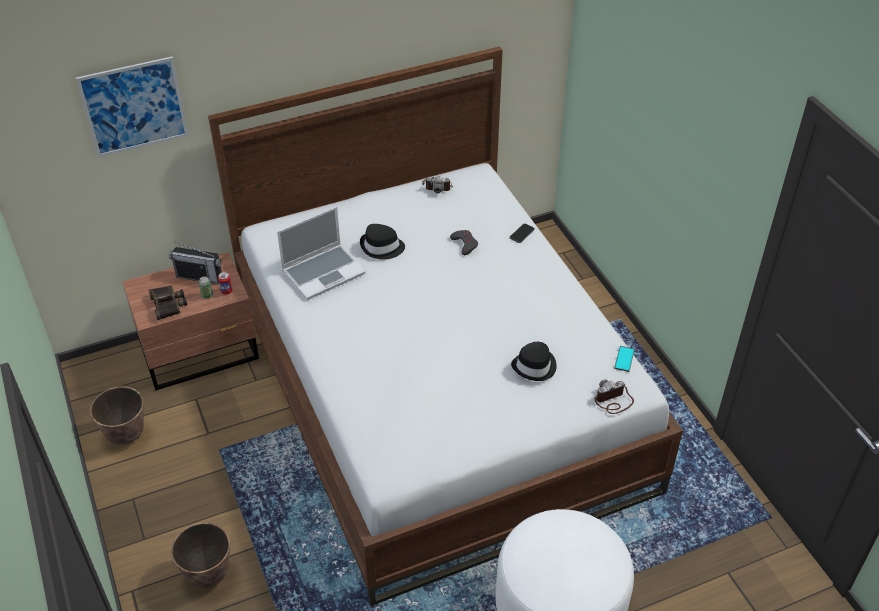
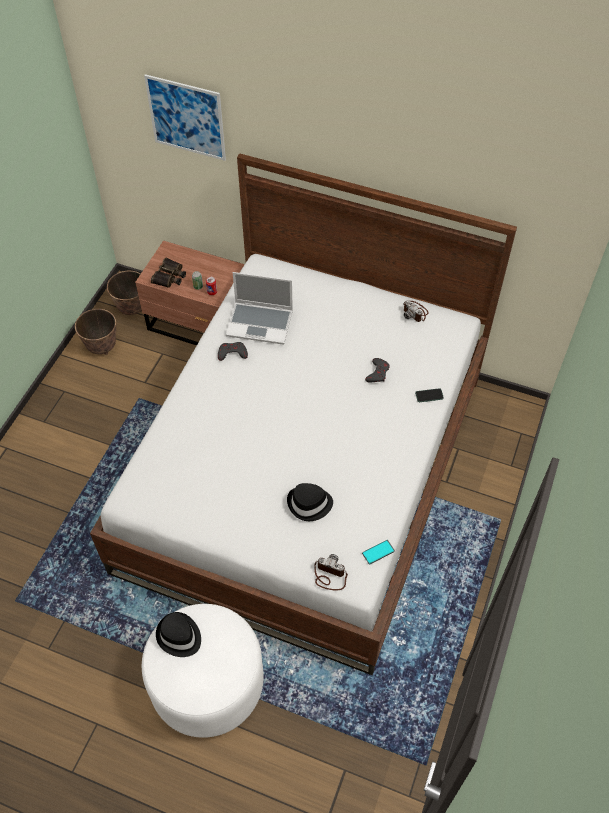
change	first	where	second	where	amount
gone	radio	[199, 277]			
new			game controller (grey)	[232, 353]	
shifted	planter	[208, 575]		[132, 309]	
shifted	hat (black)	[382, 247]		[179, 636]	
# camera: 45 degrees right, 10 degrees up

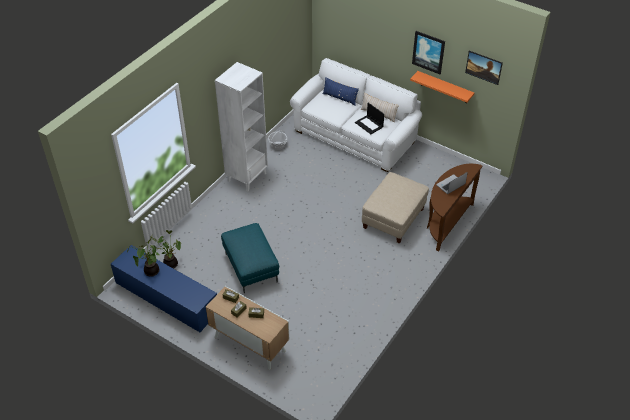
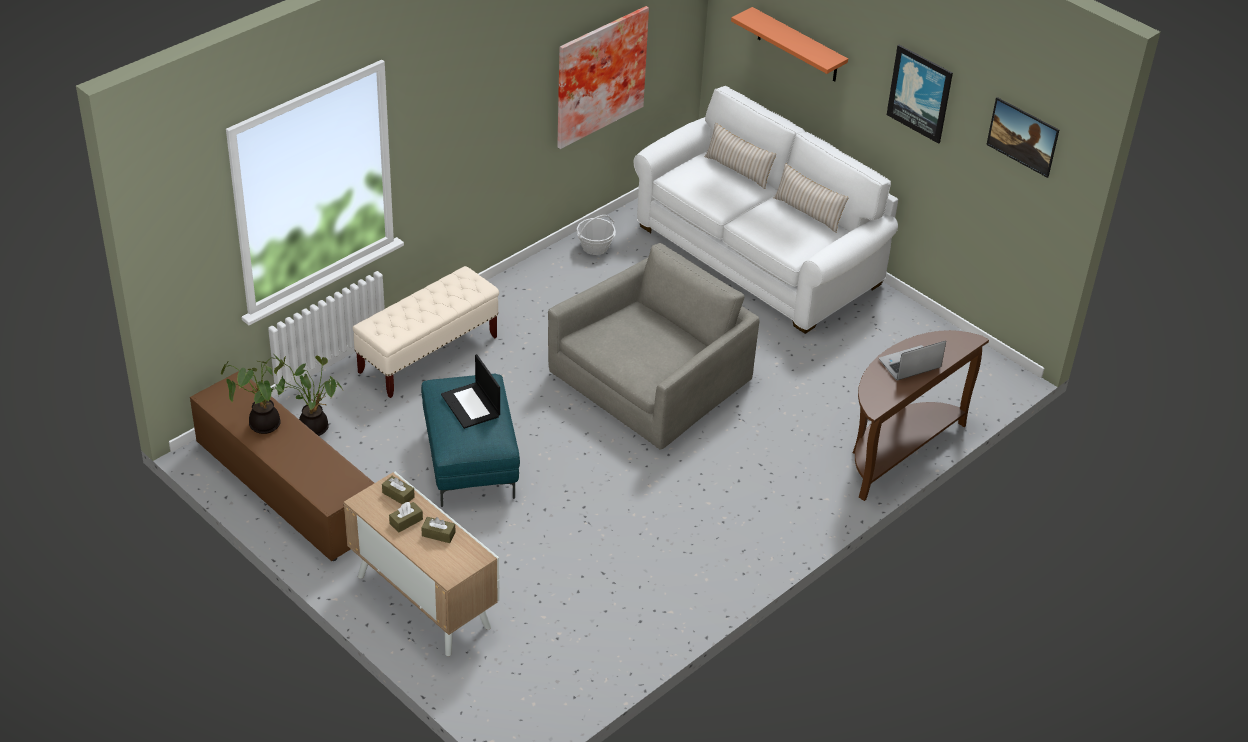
change	first	where	second	where	amount
gone	bookcase (white)	[247, 177]			
gone	ottoman (beige)	[393, 219]			
new			bench (beige)	[428, 355]	
new			armchair (grey)	[652, 380]	
new			picture	[598, 75]	
shifted	laptop	[369, 125]		[471, 406]	
shifted	shelf (orange)	[444, 87]		[798, 46]	
repainted	tv stand (blue)	[166, 298]	tv stand (brown)	[285, 487]	
repainted	pillow (blue)	[340, 98]	pillow (beige)	[738, 170]	
# camera: 10 degrees right, 5 degrees down

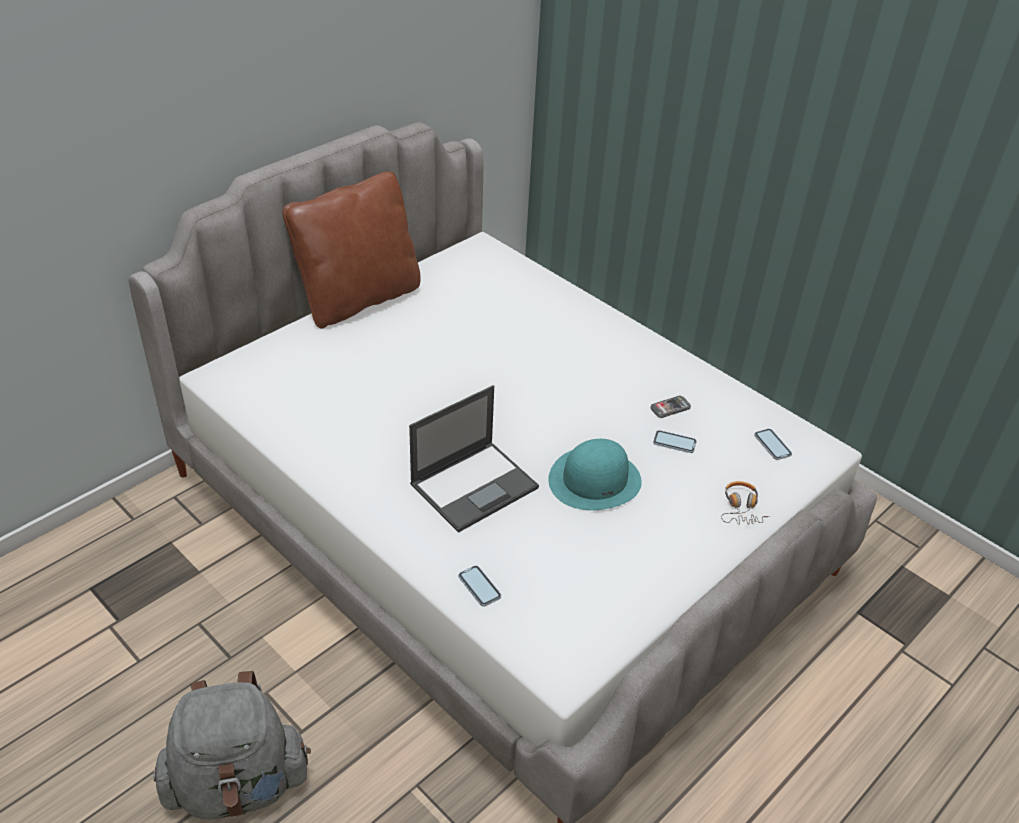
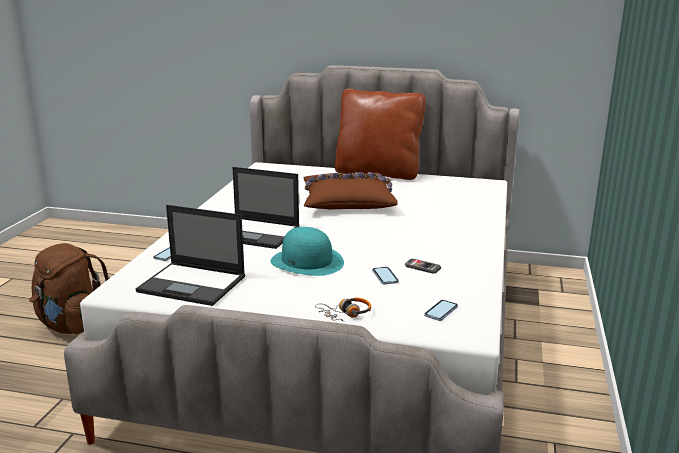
change	first	where	second	where	amount
new			laptop	[193, 284]	
new			pillow (brown)	[347, 201]	
repainted	backpack (grey)	[238, 785]	backpack (brown)	[71, 325]	
# camera: 60 degrees right, 20 degrees down

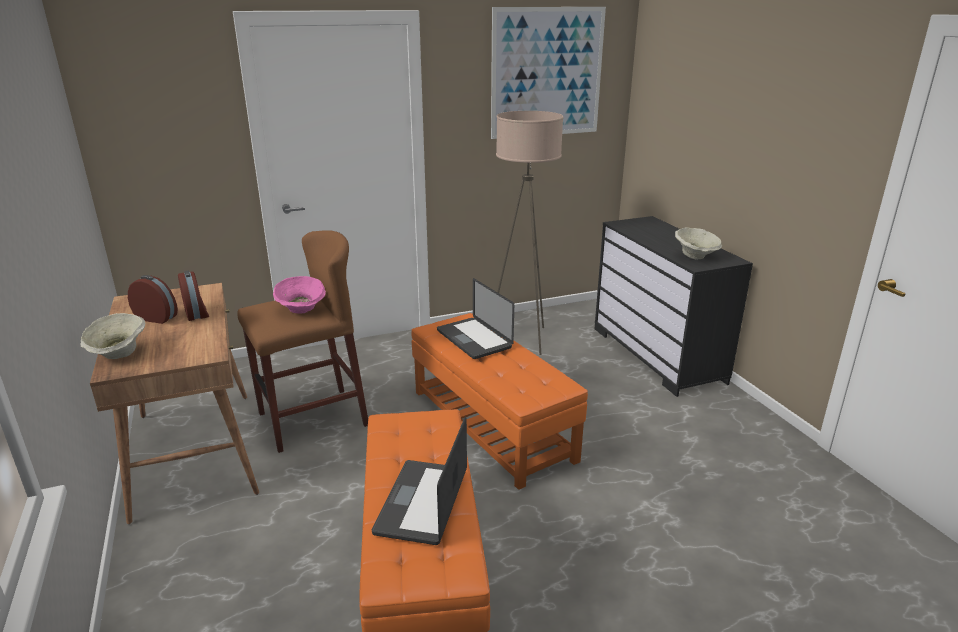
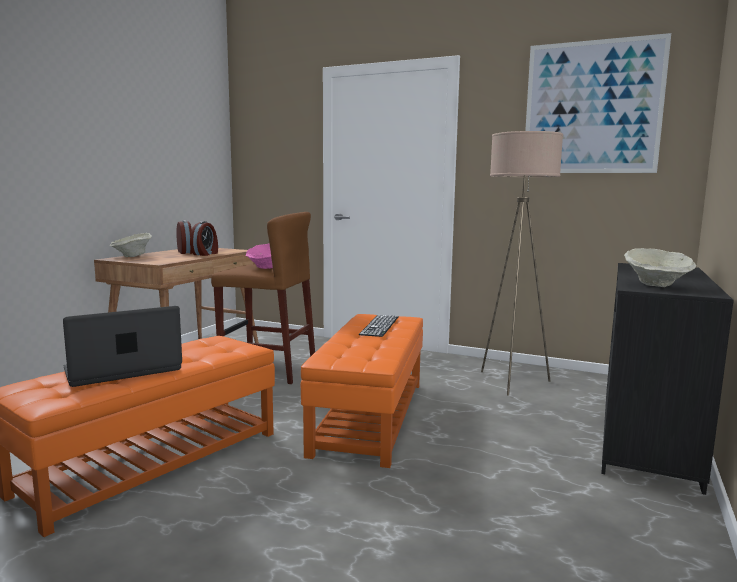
change	first	where	second	where	amount
swapped	laptop	[474, 339]	keyboard	[380, 325]	
# camera: 45 degrees right, 15 degrees down

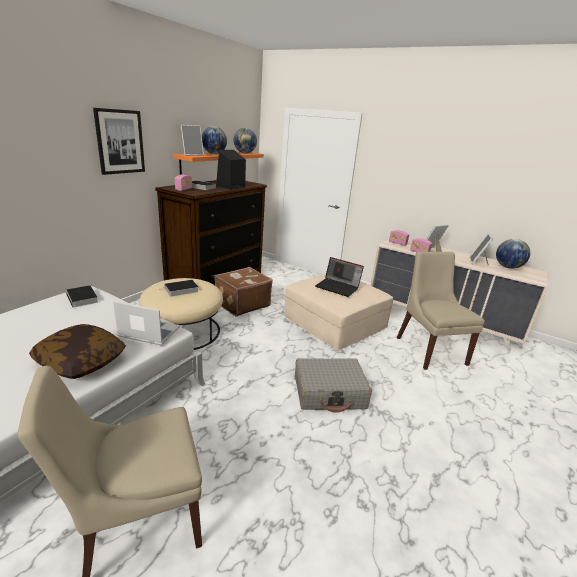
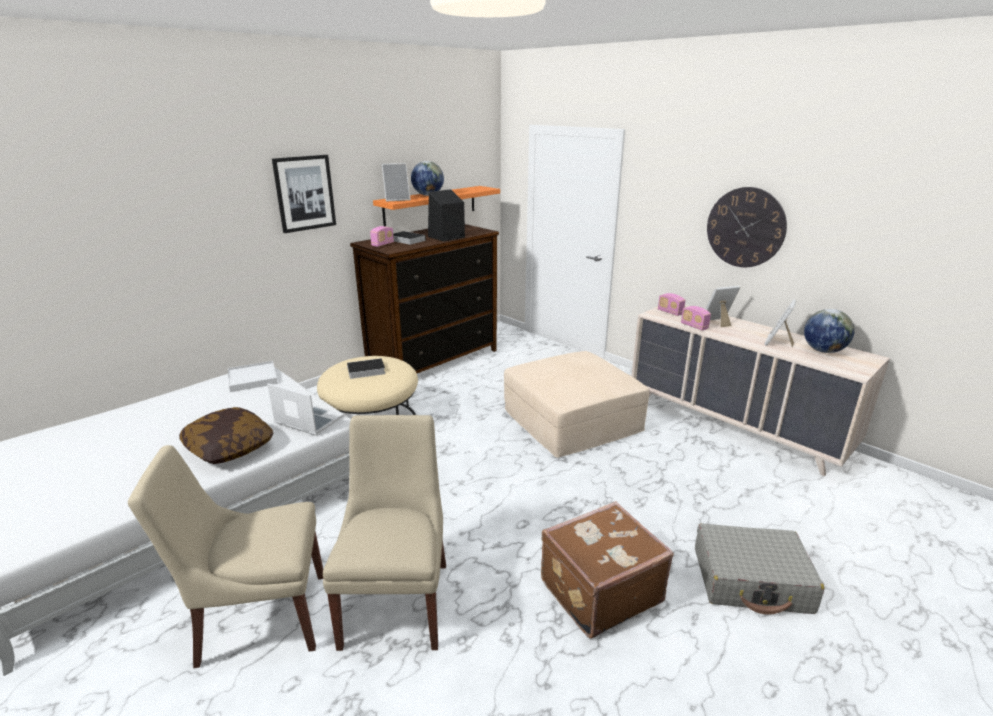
change	first	where	second	where	amount
gone	globe	[245, 153]			
gone	laptop	[338, 287]			
new			wall clock	[745, 227]	
shifted	suitcase (brown)	[241, 304]		[598, 590]	
shifted	suitcase (grey)	[329, 392]		[751, 580]	
shifted	chair (beige)	[429, 349]		[396, 600]	
swapped	book	[82, 299]	tray (white)	[253, 378]	
# camera: 15 degrees right, 0 degrees up

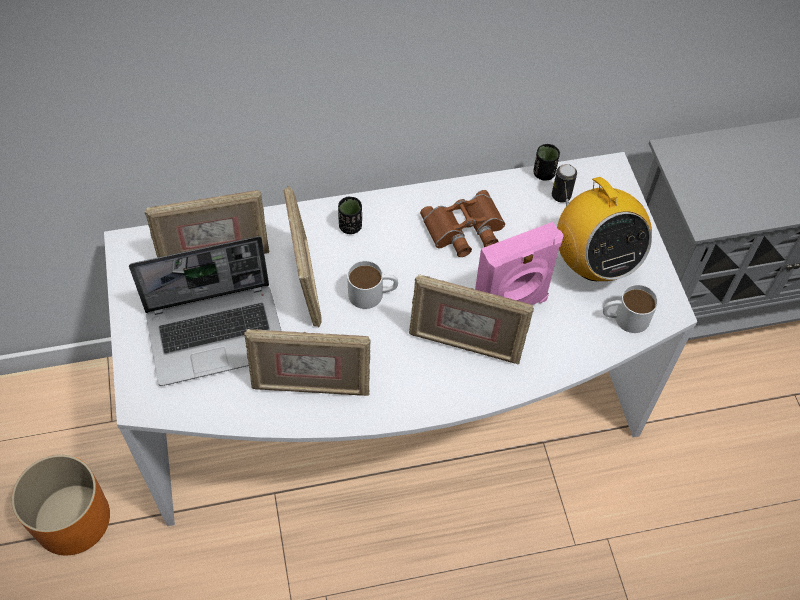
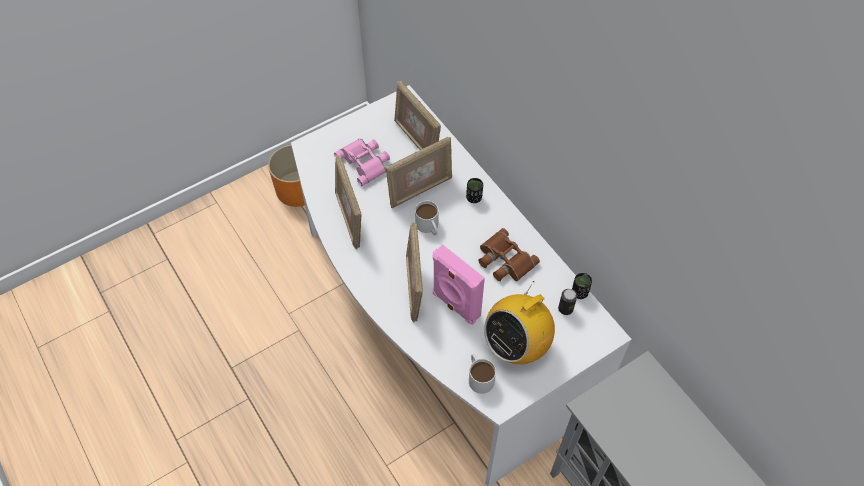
change	first	where	second	where	amount
swapped	laptop	[217, 333]	binoculars (pink)	[365, 162]	
# camera: 70 degrees right, 0 degrees up

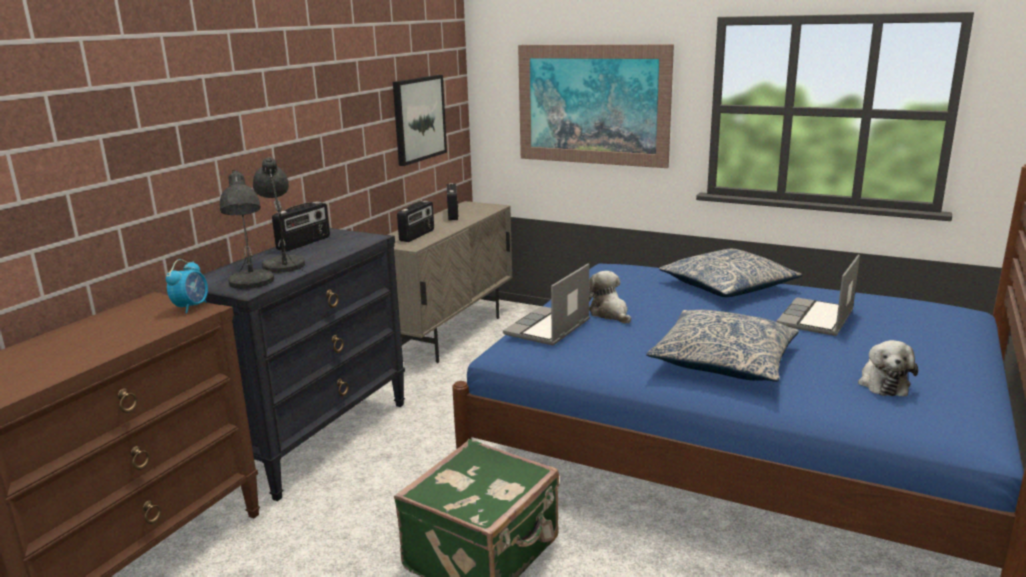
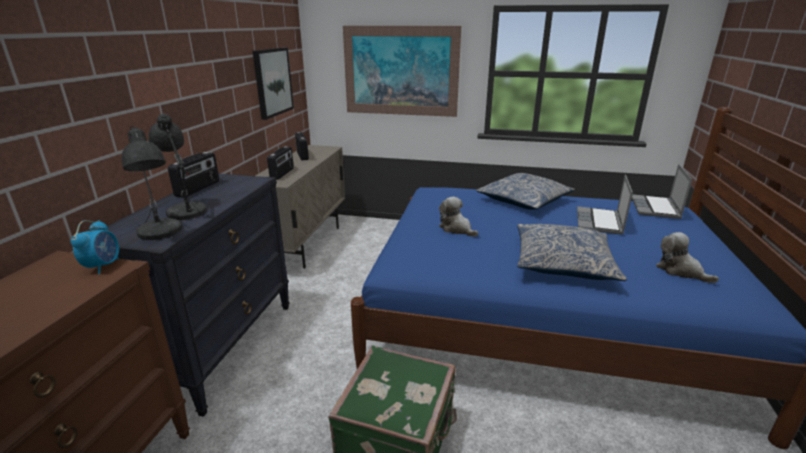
change	first	where	second	where	amount
shifted	laptop	[548, 328]		[655, 208]	
rotated	plush toy	[882, 383]		[680, 271]	150 degrees clockwise
# camera: 15 degrees left, 5 degrees up

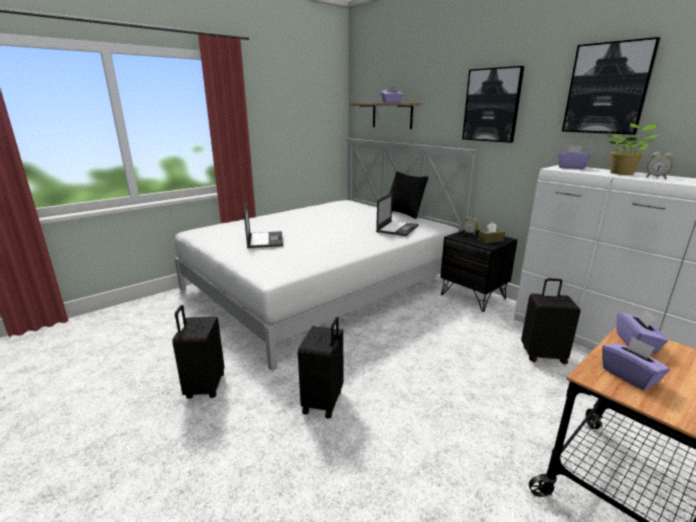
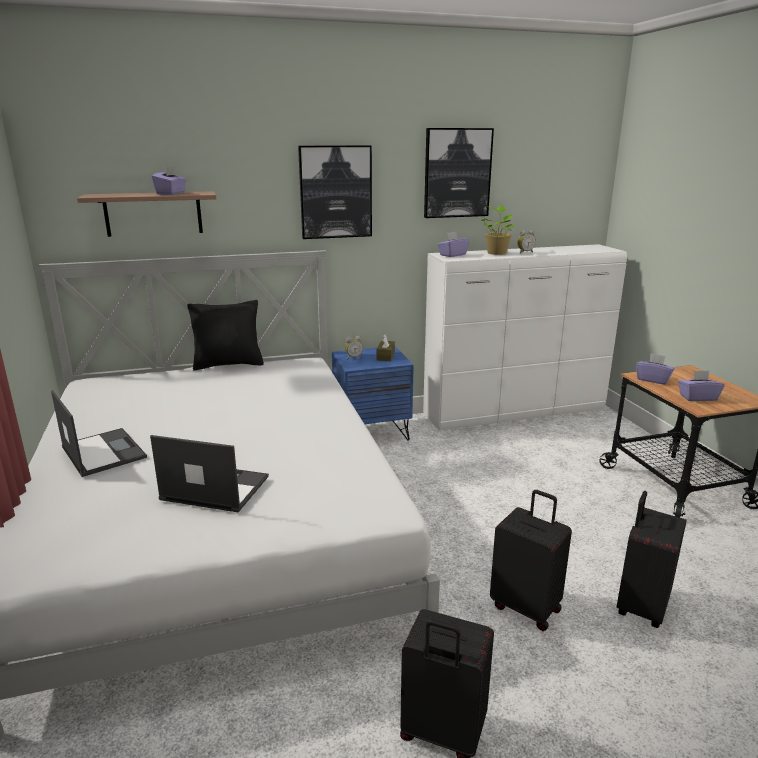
change	first	where	second	where	amount
shifted	laptop	[397, 228]		[103, 452]	
shifted	suitcase (black)	[543, 355]		[640, 606]	
repainted	nightstand (black)	[473, 296]	nightstand (blue)	[371, 432]	
# camera: 65 degrees left, 0 degrees up

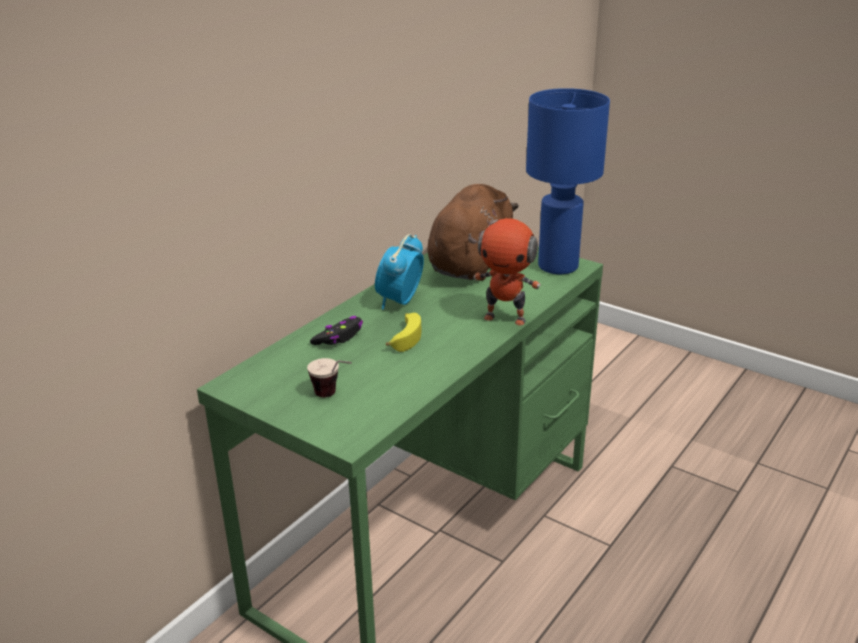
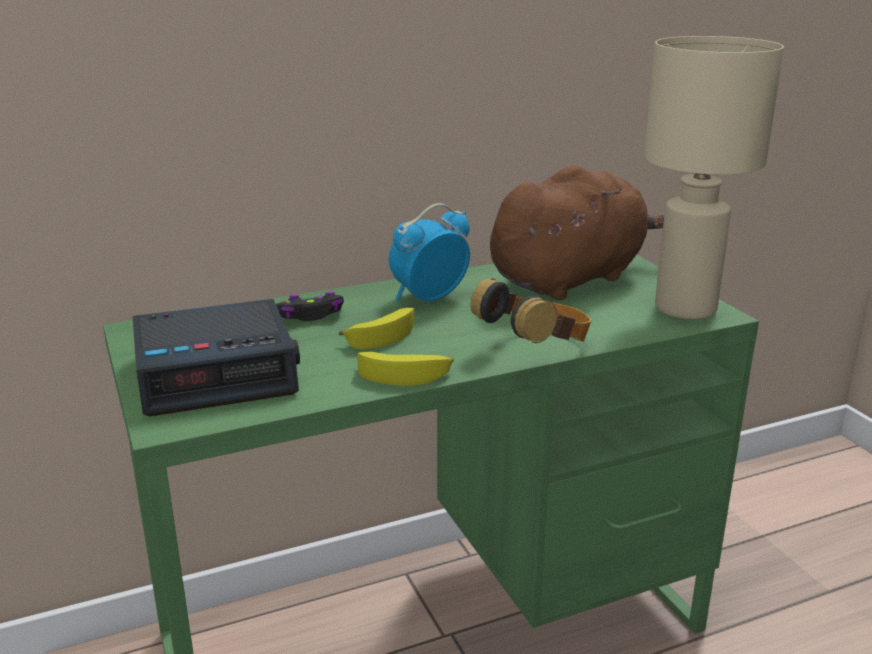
change	first	where	second	where	amount
new			banana	[405, 374]	
swapped	cup	[334, 397]	alarm clock	[217, 373]	
swapped	toy robot	[505, 318]	headphones	[535, 348]	
repainted	table lamp (blue)	[557, 266]	table lamp (beige)	[683, 308]	
# camera: 30 degrees right, 5 degrees down

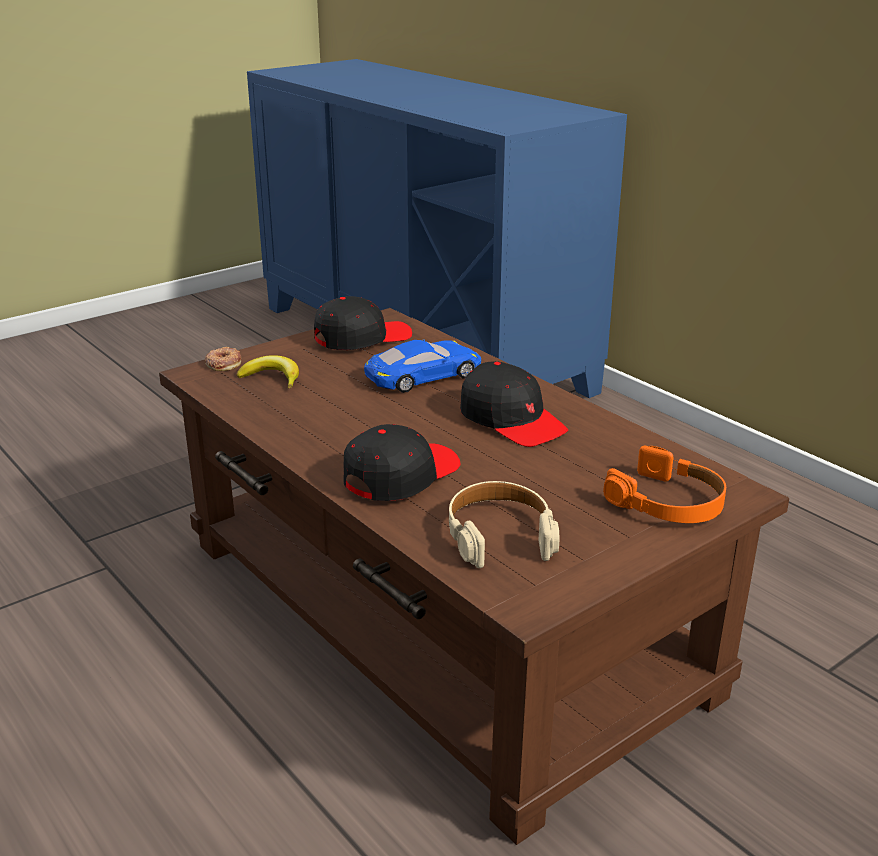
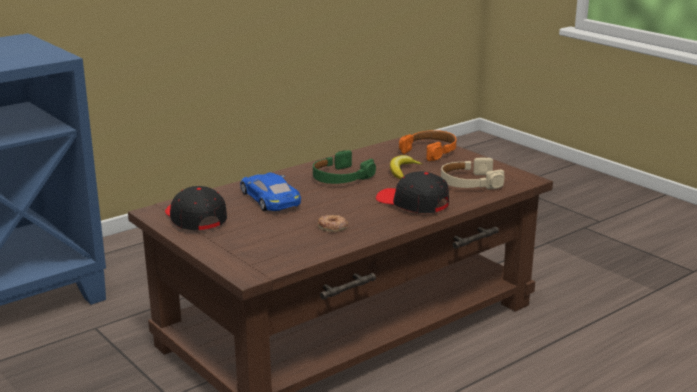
change	first	where	second	where	amount
shifted	donut	[223, 364]		[332, 227]	
shifted	banana	[272, 378]		[402, 171]	
swapped	cap (black)	[512, 420]	headphones (green)	[340, 177]	
# camera: 90 degrees left, 5 degrees down

